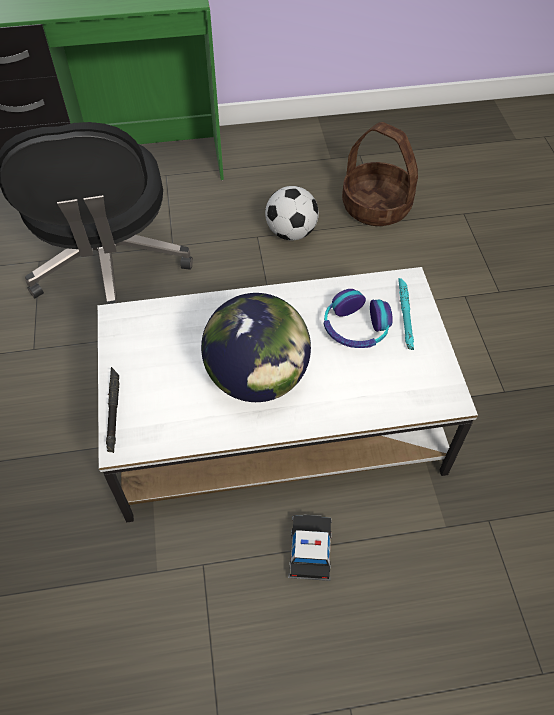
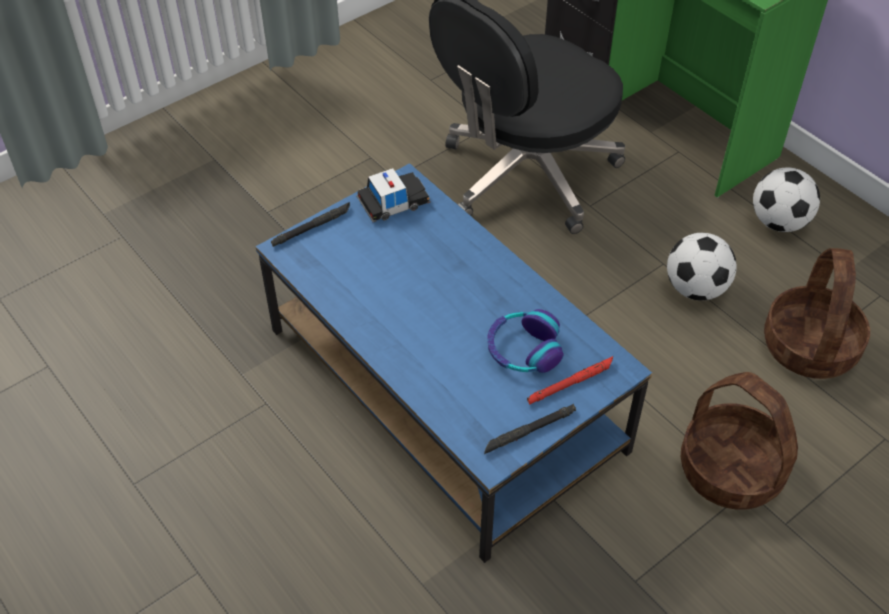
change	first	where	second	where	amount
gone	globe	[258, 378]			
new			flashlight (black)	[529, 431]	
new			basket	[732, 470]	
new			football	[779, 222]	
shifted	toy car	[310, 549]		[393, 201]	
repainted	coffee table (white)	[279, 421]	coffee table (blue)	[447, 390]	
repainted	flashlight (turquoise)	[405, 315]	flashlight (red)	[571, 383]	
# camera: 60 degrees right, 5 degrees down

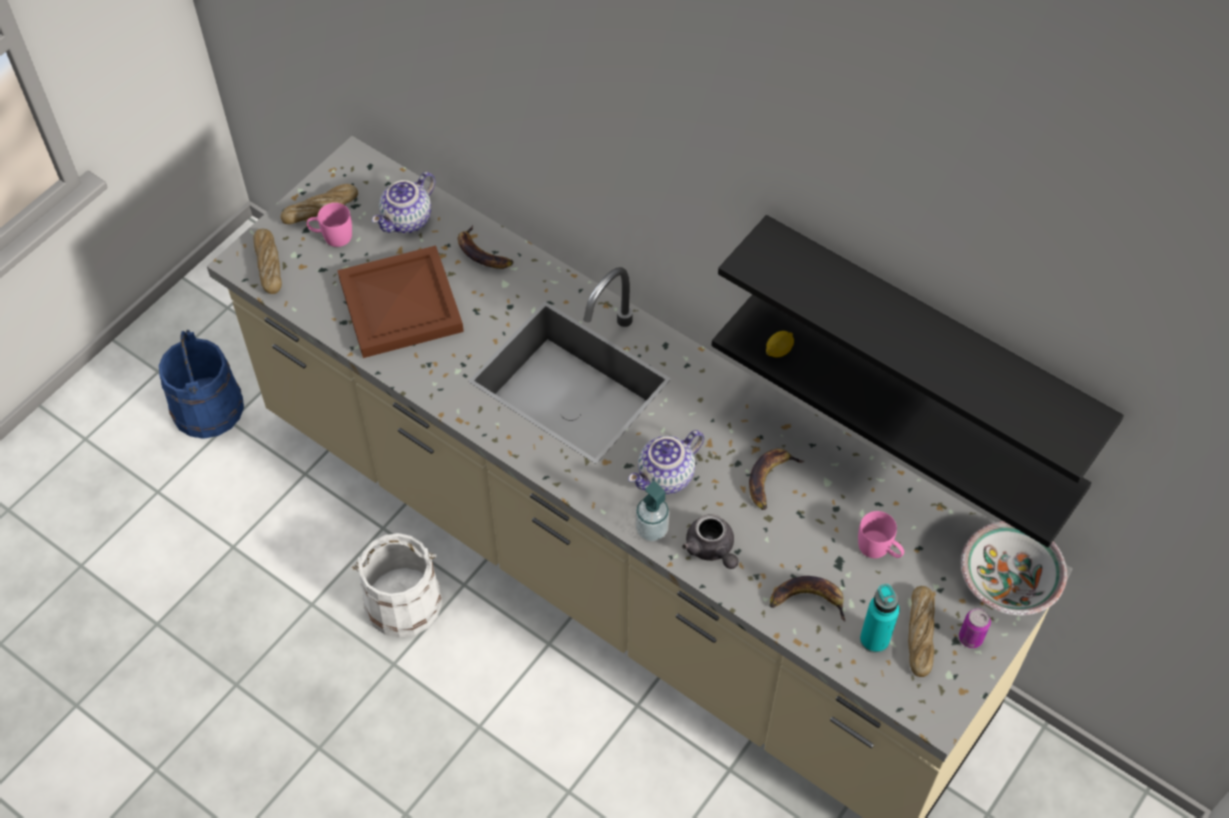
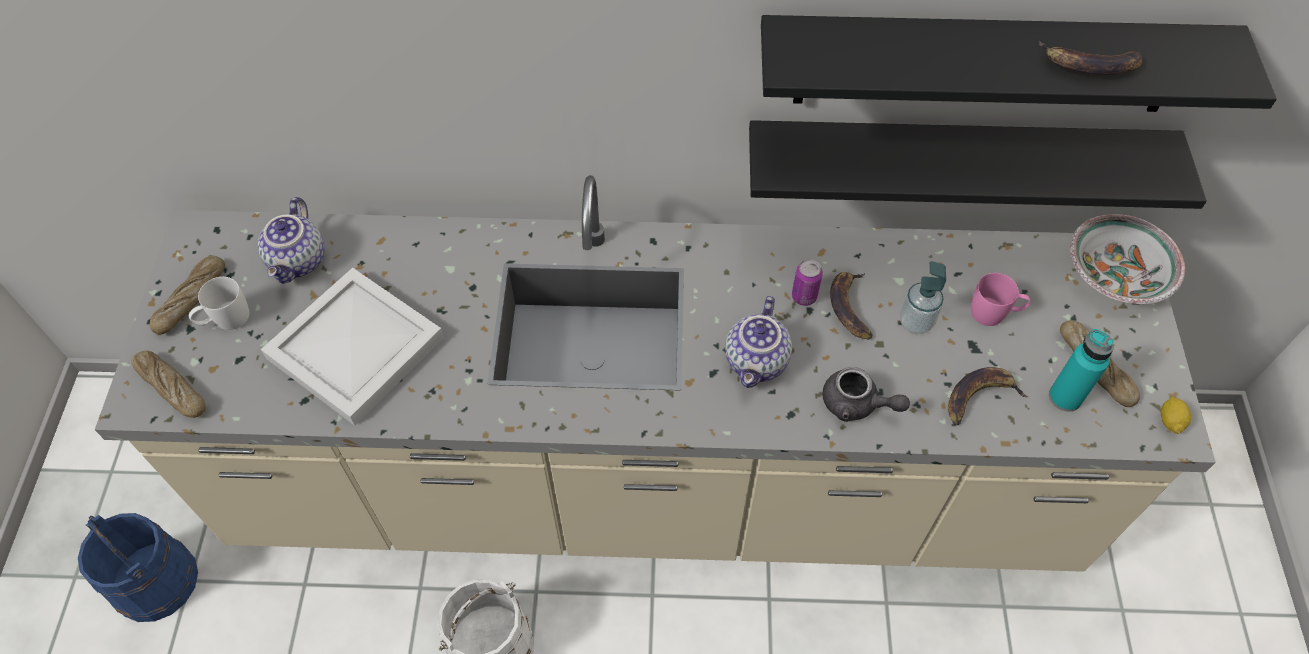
change	first	where	second	where	amount
shifted	banana	[482, 253]		[1089, 66]	
shifted	soap dispenser	[651, 530]		[915, 322]	
shifted	lemon	[779, 350]		[1170, 421]	
shifted	can	[970, 638]		[804, 296]	
repainted	mug (pink)	[332, 236]	mug (white)	[225, 320]	
repainted	tray (brown)	[402, 303]	tray (white)	[355, 346]	
# camera: 35 degrees left, 0 degrees up

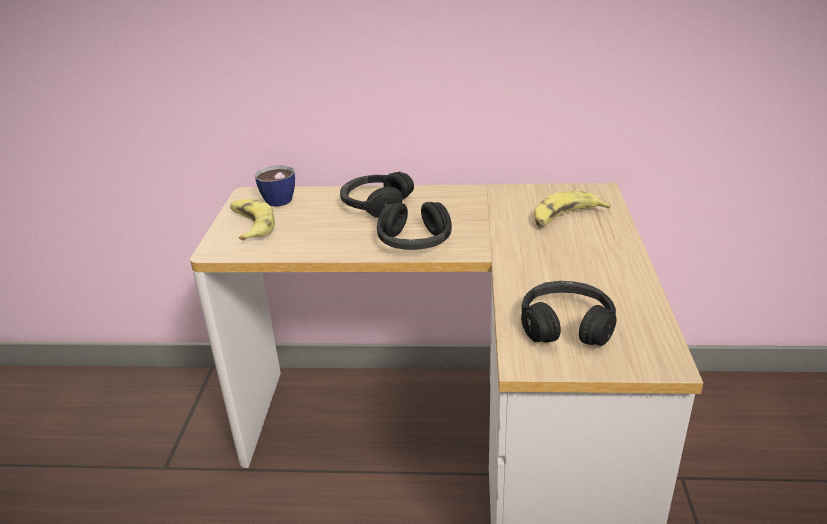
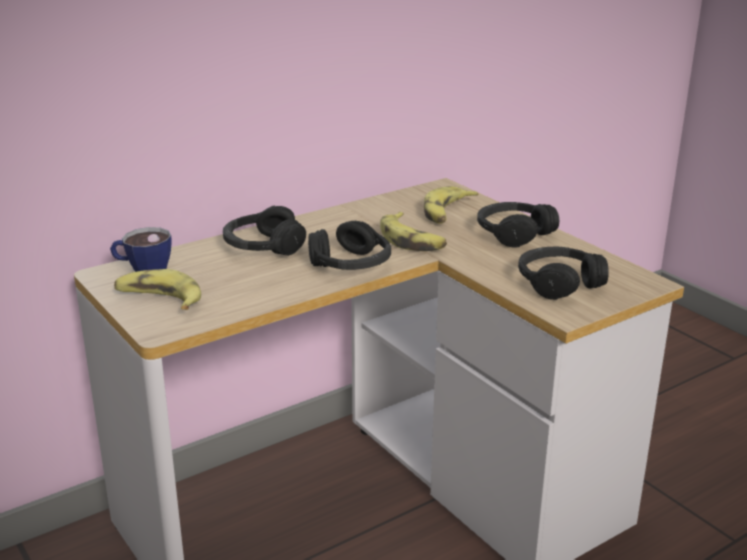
change	first	where	second	where	amount
new			banana	[412, 240]	
new			headphones (black)	[514, 234]	
# camera: 40 degrees left, 5 degrees down

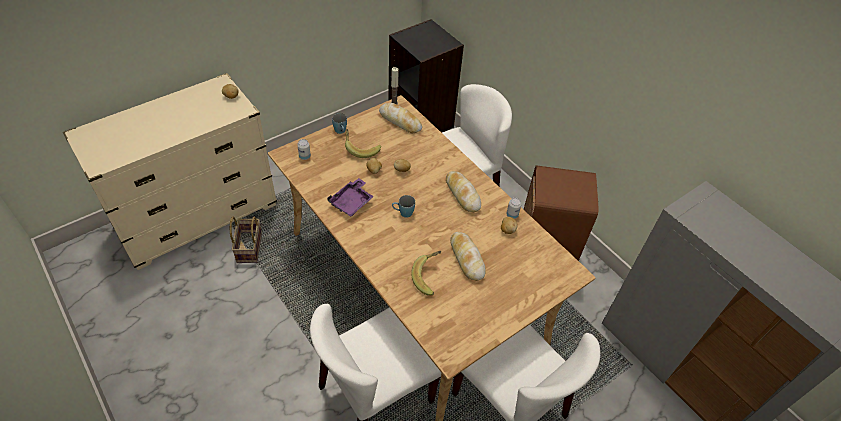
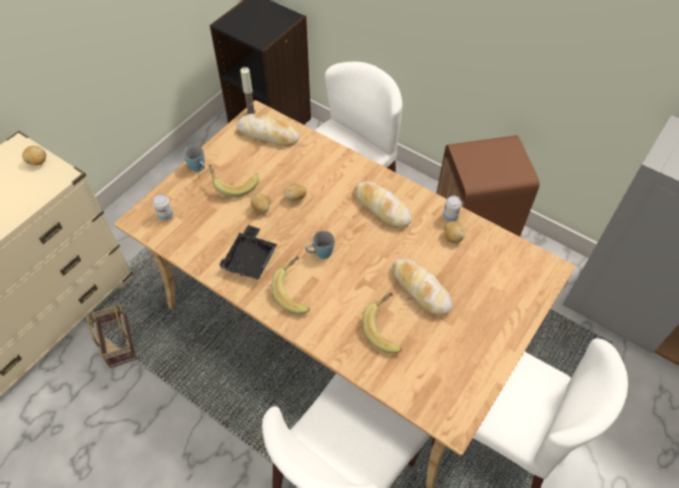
change	first	where	second	where	amount
new			banana	[295, 292]	
repainted	tray (purple)	[352, 202]	tray (black)	[250, 259]	
# camera: 15 degrees left, 5 degrees up

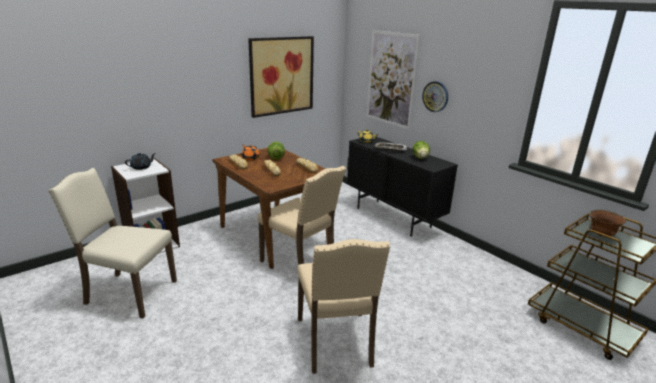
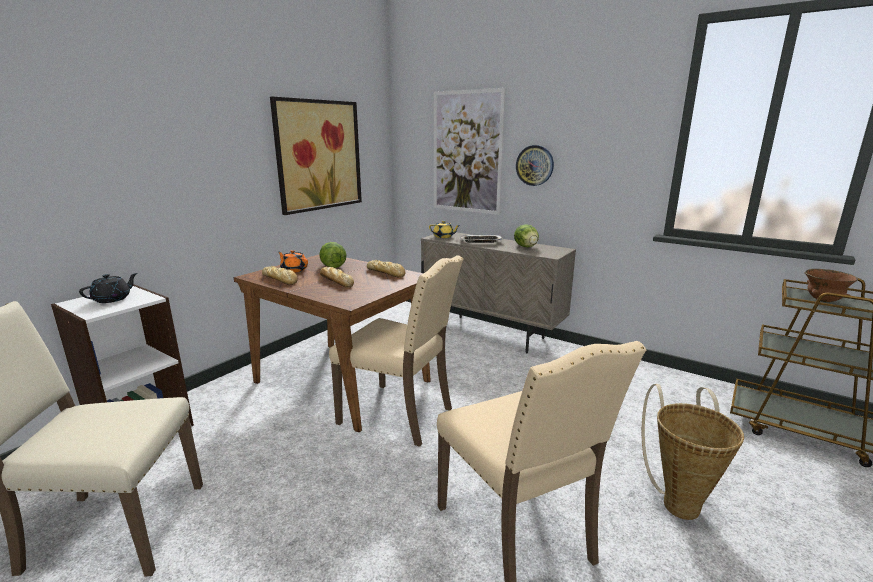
change	first	where	second	where	amount
new			basket	[678, 501]	
repainted	cabinet (black)	[393, 217]	cabinet (beige)	[491, 333]	
# camera: 15 degrees left, 5 degrees down

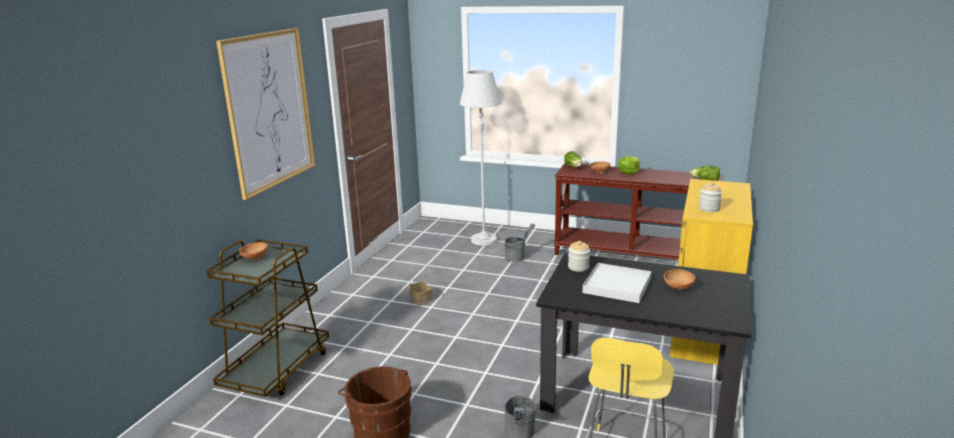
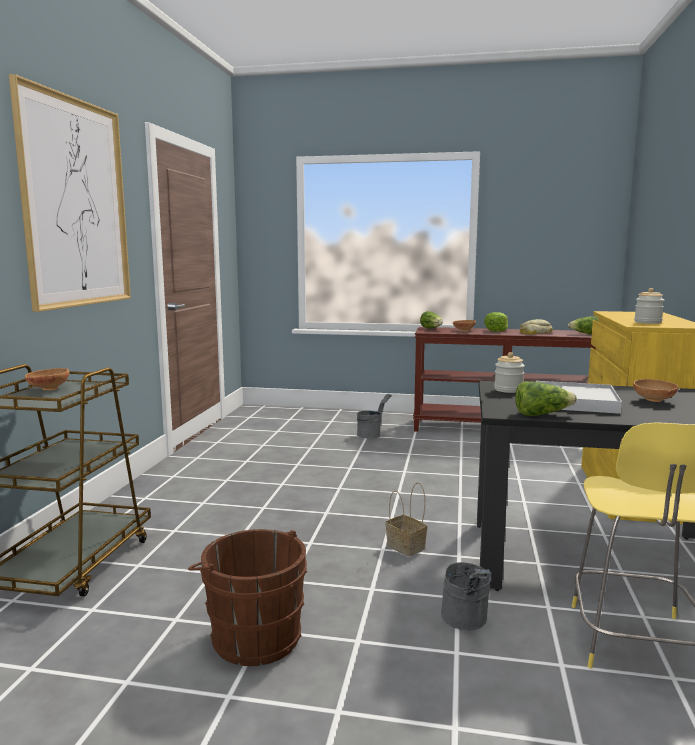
change	first	where	second	where	amount
gone	floor lamp (white)	[484, 240]			
new			lettuce	[541, 414]	
new			bread	[534, 332]	
shifted	basket	[421, 300]		[407, 547]	
# camera: 10 degrees left, 10 degrees down

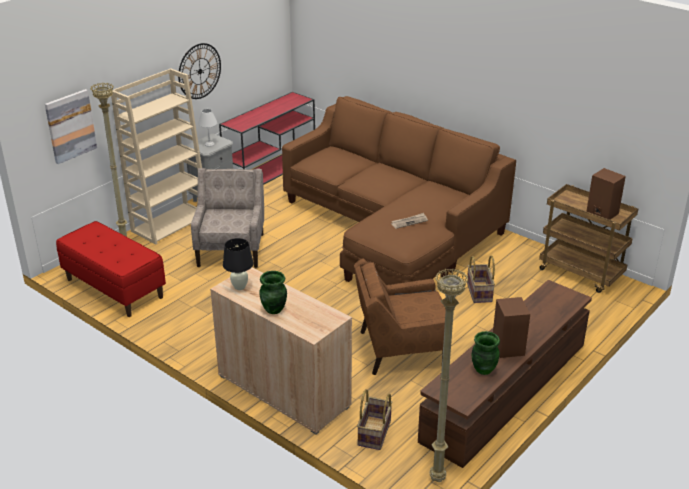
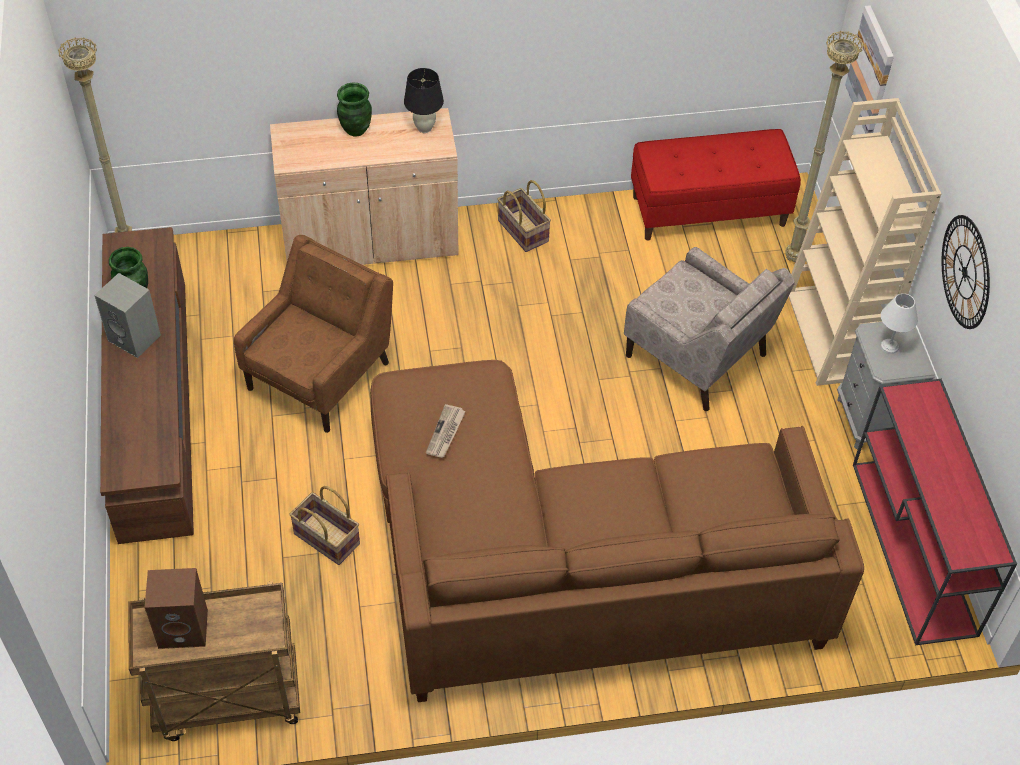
change	first	where	second	where	amount
shifted	basket	[375, 433]		[522, 231]	
repainted	speaker (brown)	[507, 347]	speaker (grey)	[136, 338]	
# camera: 130 degrees right, 20 degrees up

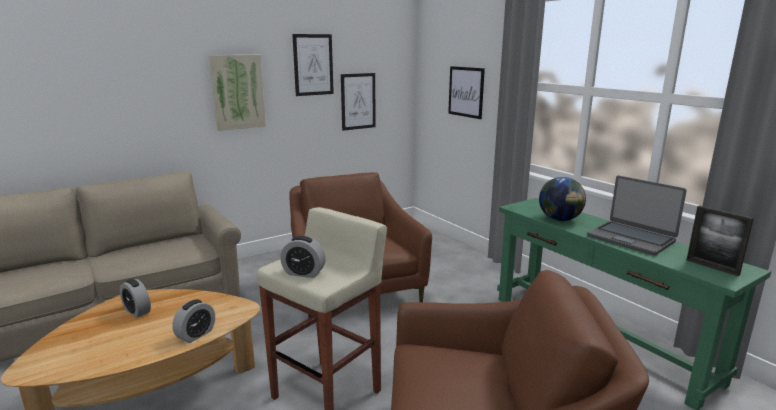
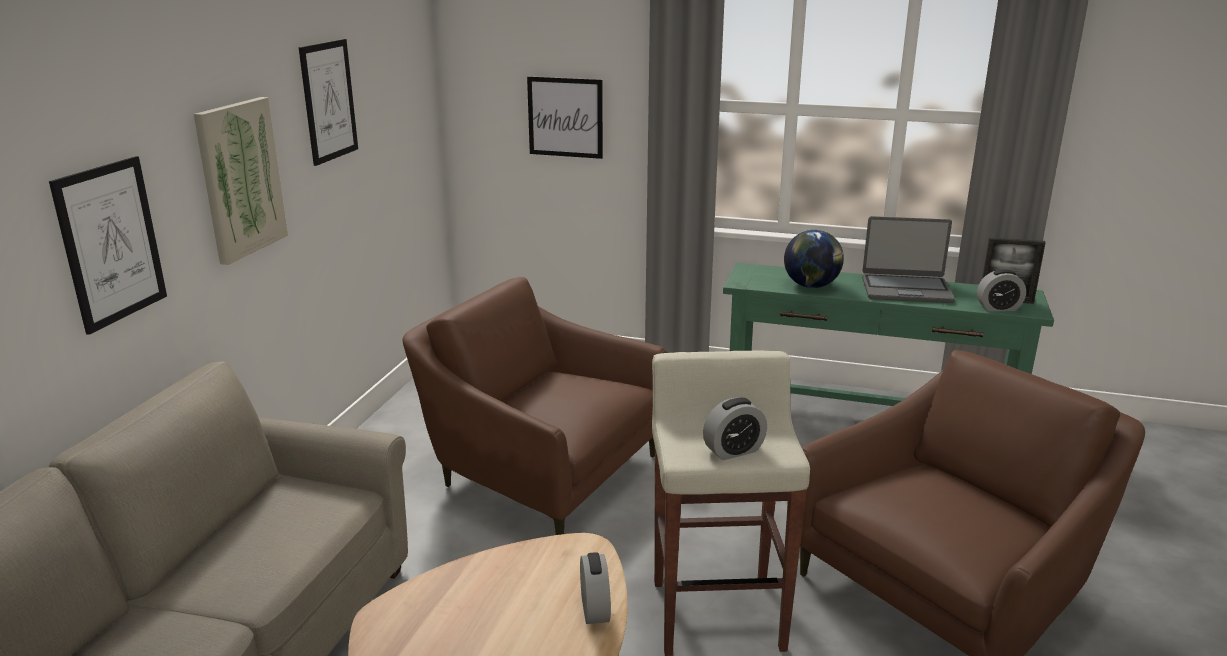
change	first	where	second	where	amount
shifted	alarm clock	[137, 311]		[998, 308]	
shifted	picture	[358, 101]		[111, 243]	
# camera: 40 degrees left, 5 degrees up

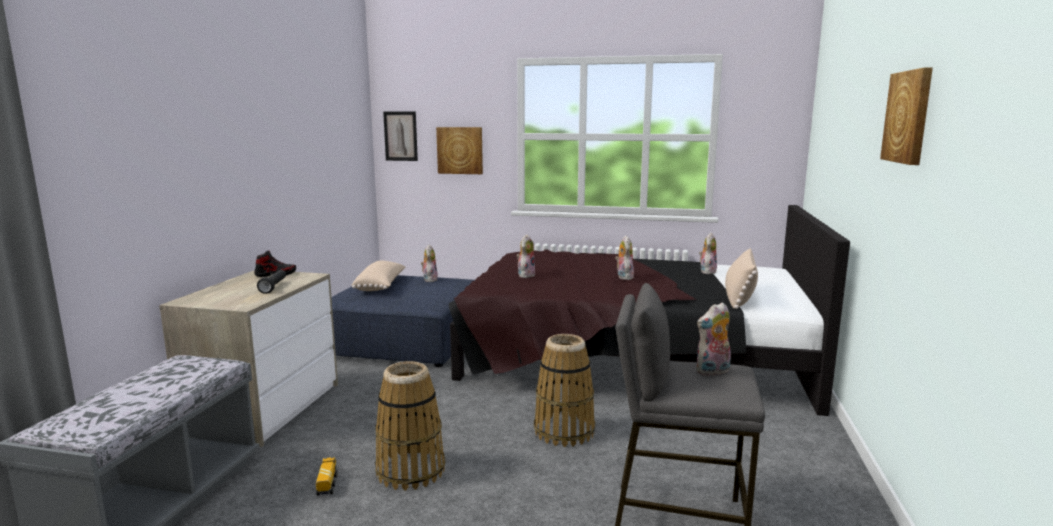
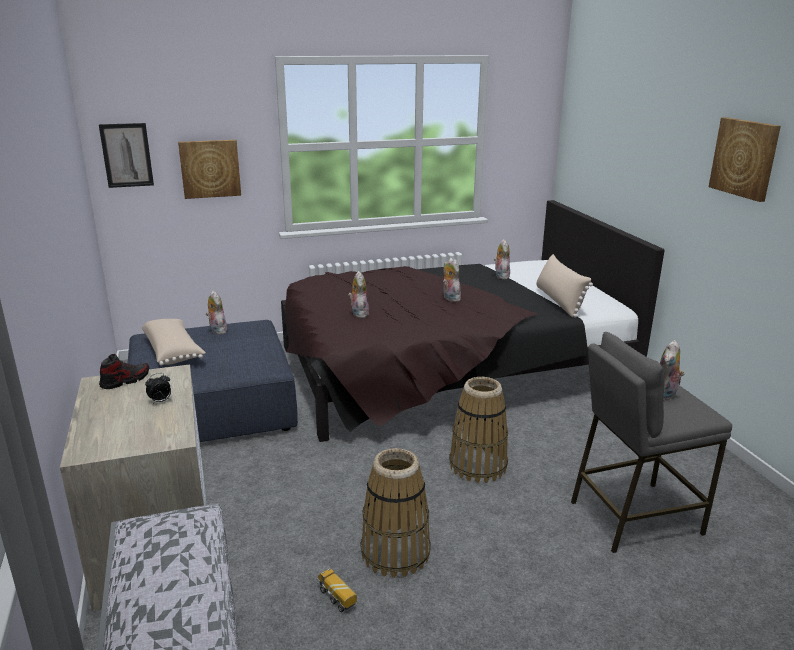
change	first	where	second	where	amount
swapped	flashlight (black)	[274, 287]	alarm clock	[160, 401]	
# camera: 30 degrees left, 10 degrees up

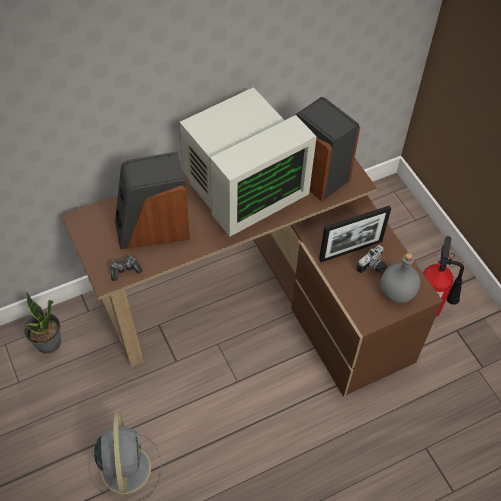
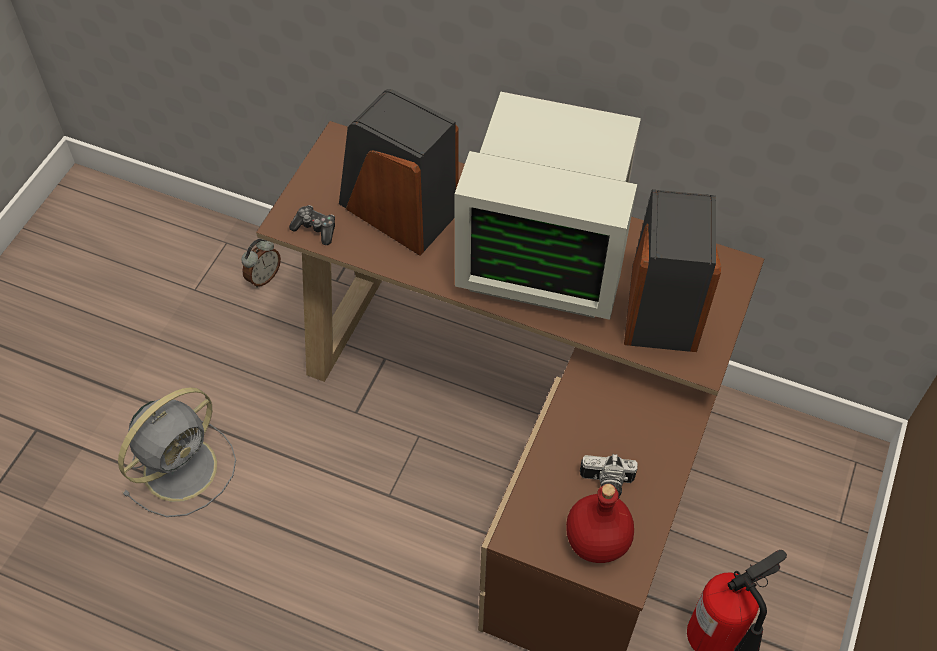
change	first	where	second	where	amount
gone	picture frame	[350, 250]			
swapped	potted plant	[48, 343]	alarm clock	[263, 277]	
repainted	bottle (grey)	[396, 292]	bottle (red)	[595, 541]	
# camera: 50 degrees right, 0 degrees up

